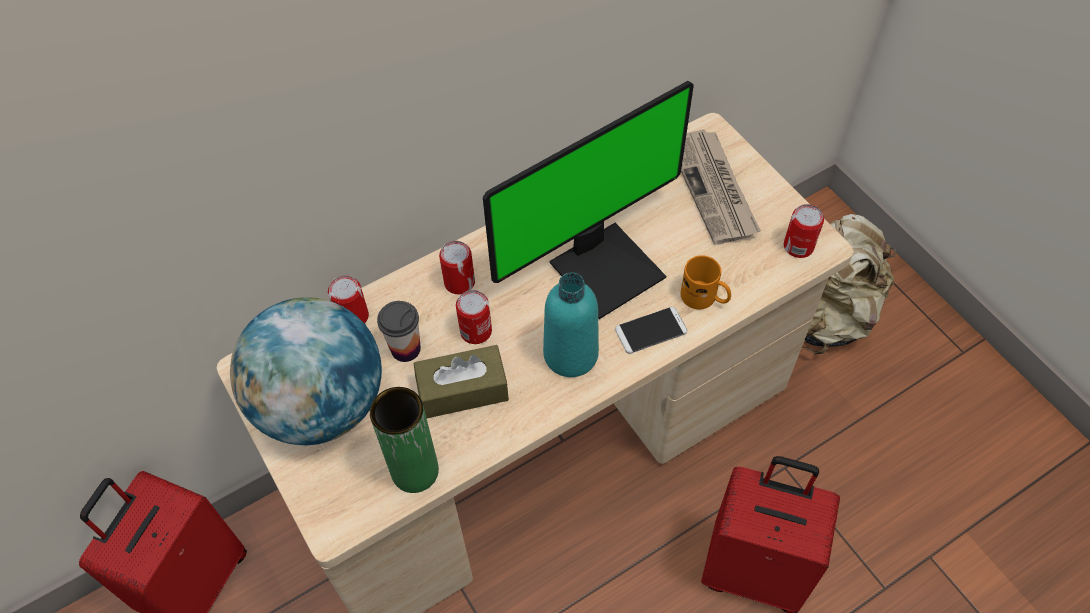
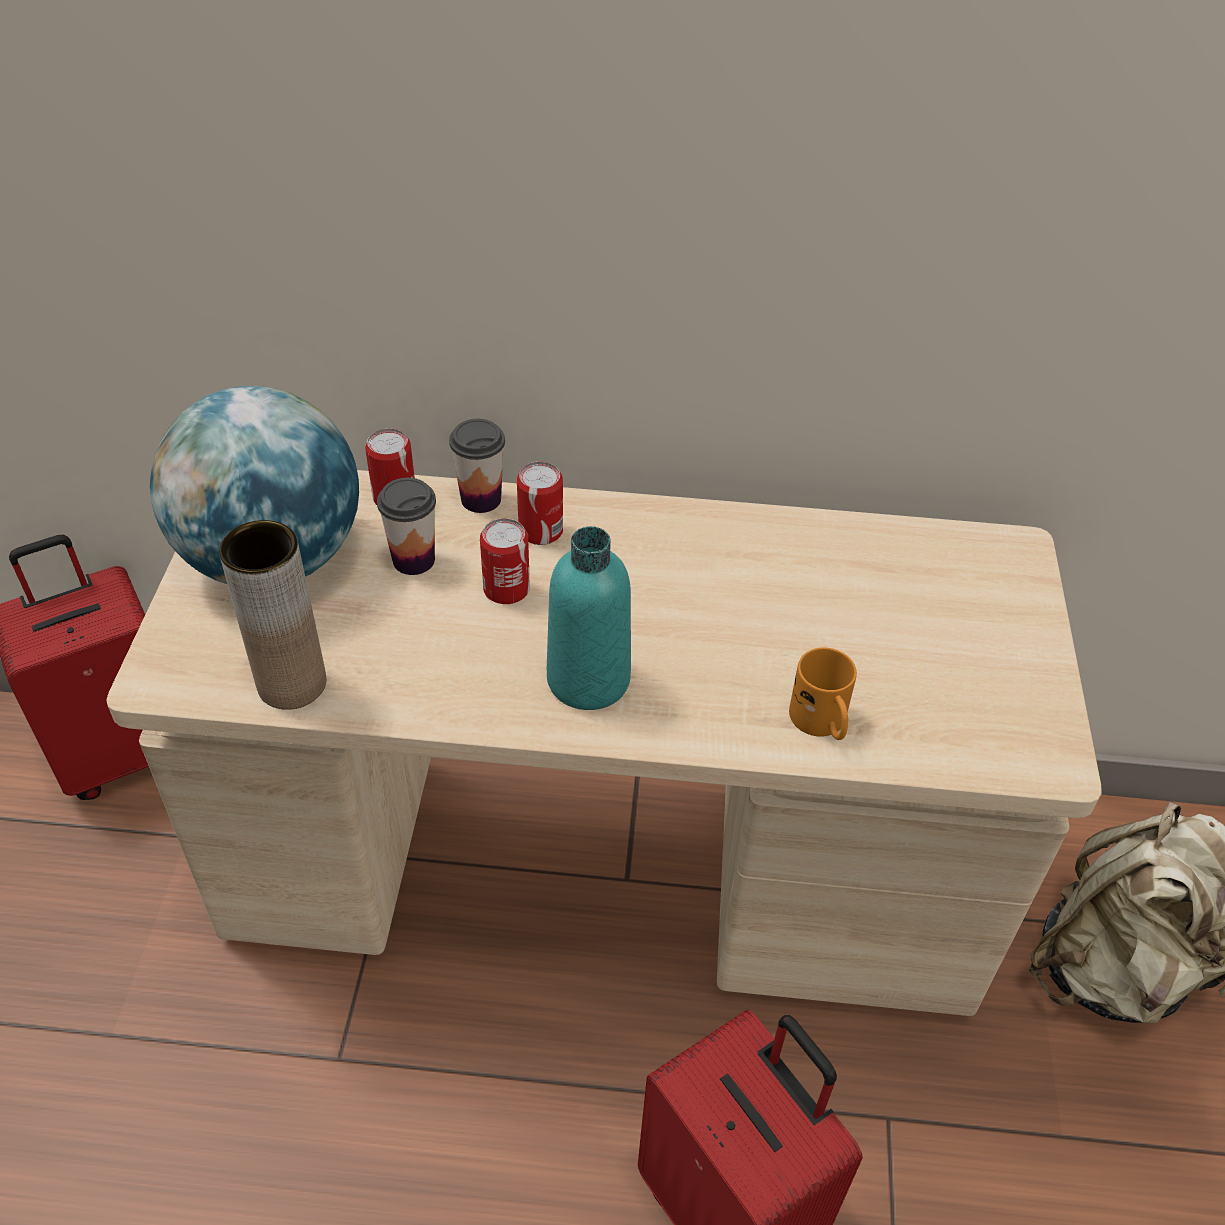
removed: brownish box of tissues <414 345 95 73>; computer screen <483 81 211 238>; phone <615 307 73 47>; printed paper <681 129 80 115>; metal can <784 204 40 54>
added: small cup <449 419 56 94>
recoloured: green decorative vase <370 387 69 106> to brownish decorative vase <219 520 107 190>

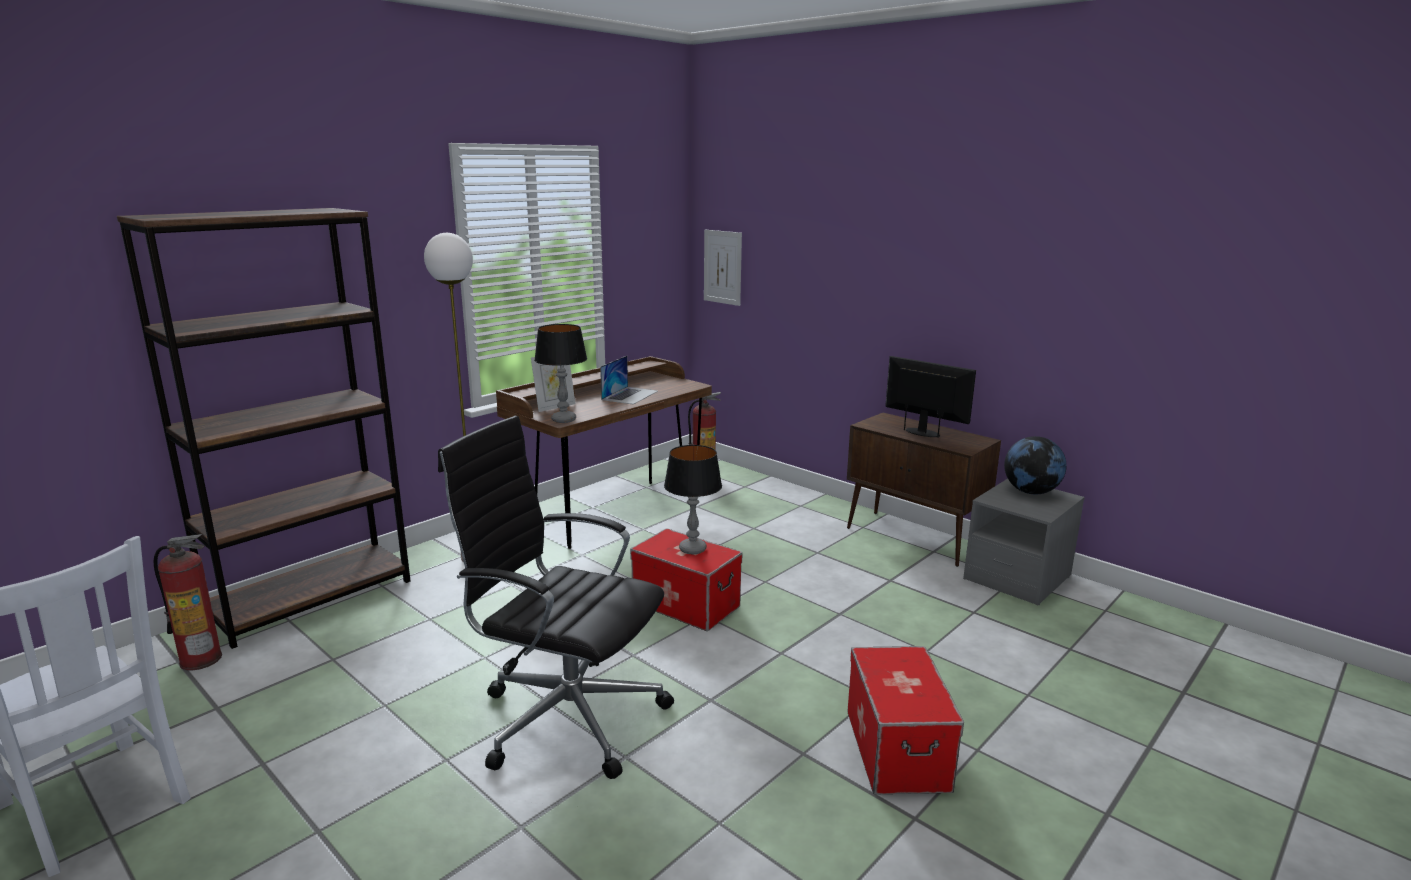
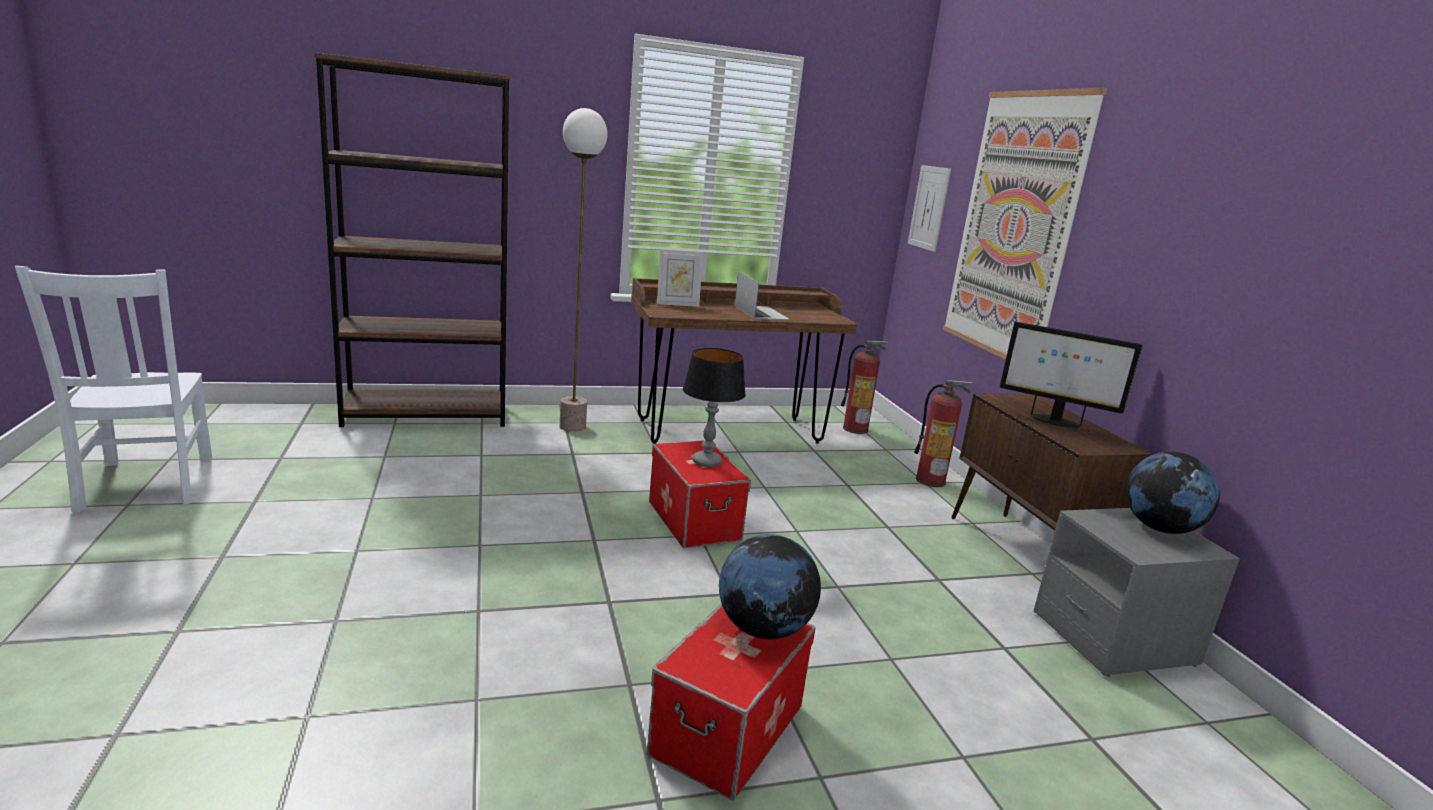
removed: black-coloured computer chair <438 415 236 364>; table lamp <534 324 53 99>
added: world globe <719 534 102 105>; picture <943 88 164 272>
moved: fire extinguisher <154 534 68 136> to <914 380 59 107>
turned: laptop <600 356 58 48> = <735 272 55 48> 75 degrees counterclockwise; computer screen <885 356 91 82> = <1000 322 142 106> 135 degrees clockwise

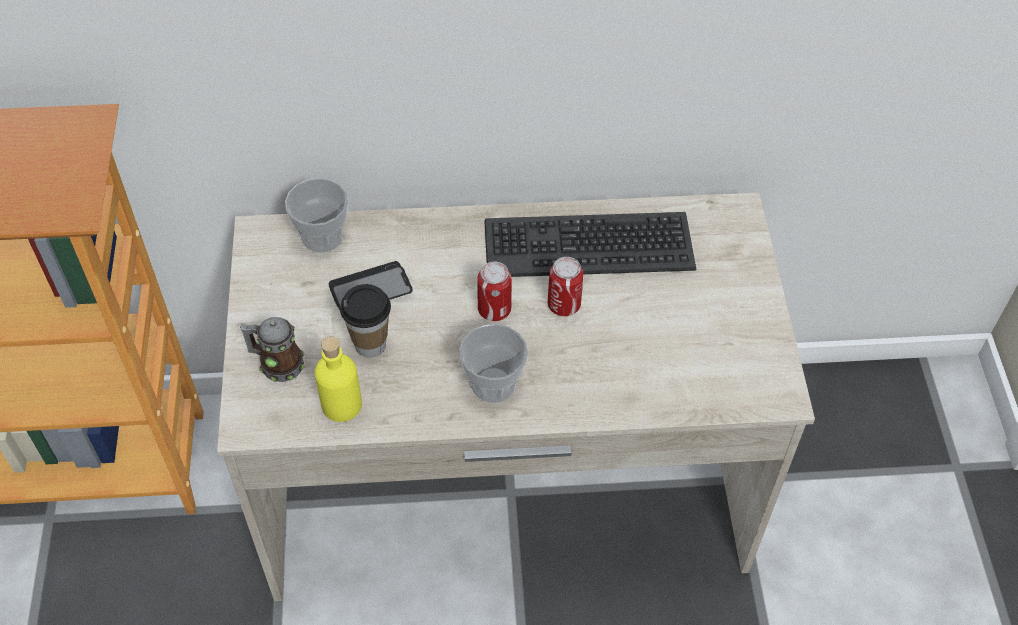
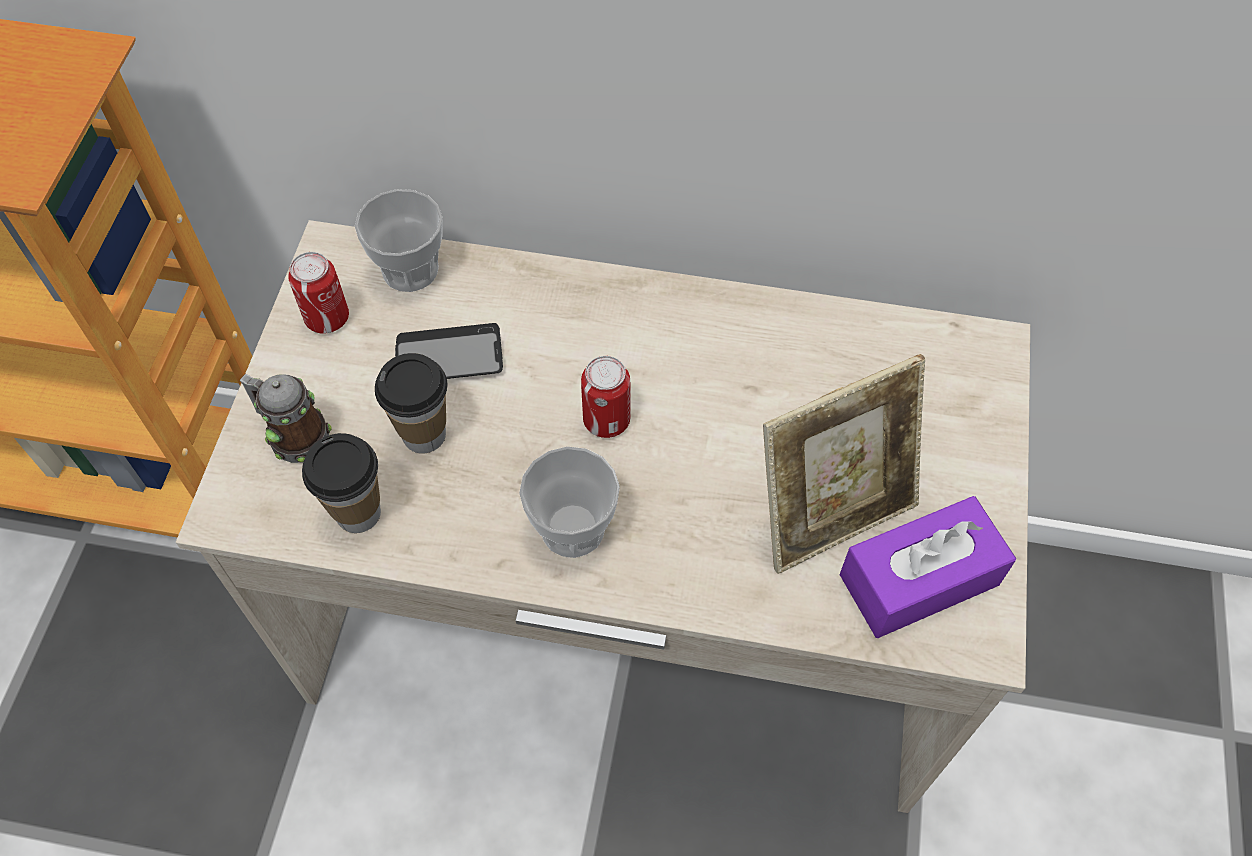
removed: PC keyboard <484 212 213 65>
added: photo frame <763 354 162 220>; purplish box of tissues <840 496 176 142>
moved: metal can <548 257 35 59> to <289 252 60 81>
replaced: yellowish beverage bottle <315 336 47 86> to small cup <302 433 79 100>

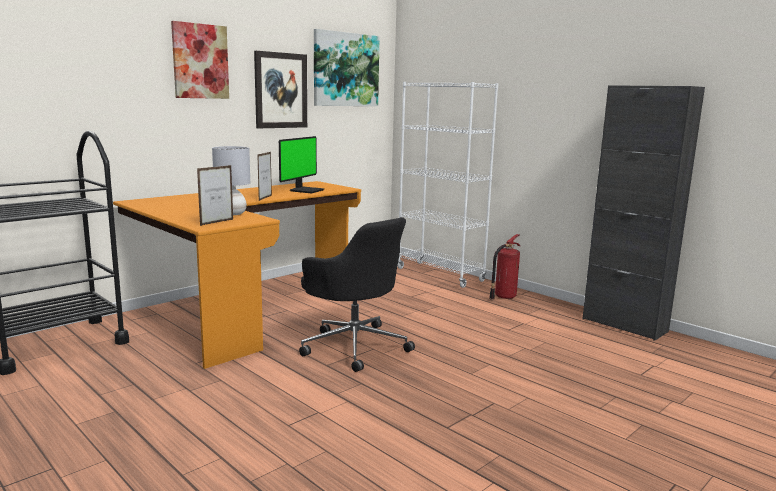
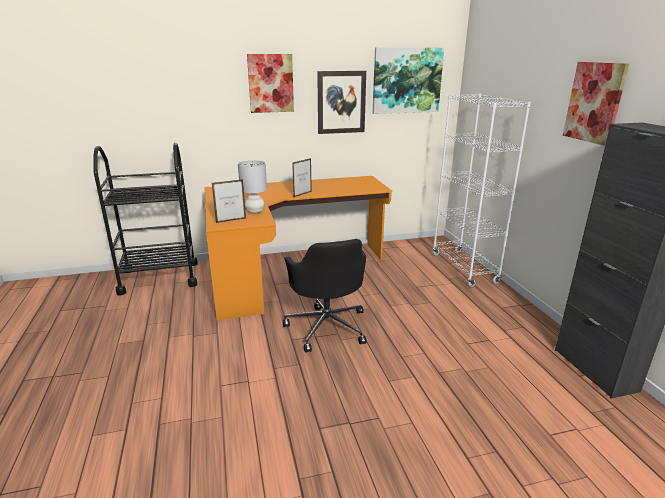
removed: computer screen <279 136 45 58>; fire extinguisher <489 234 31 66>
added: picture <563 62 66 84>

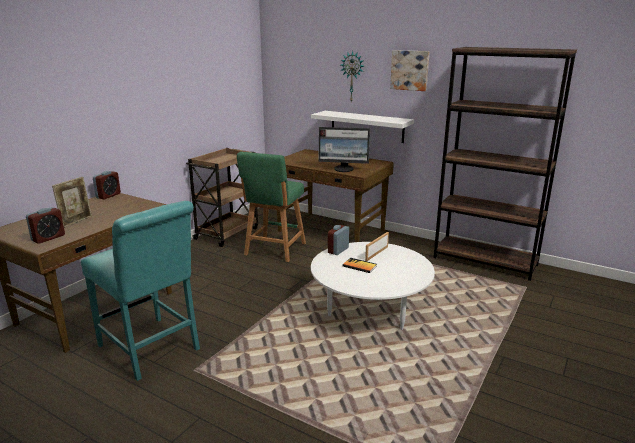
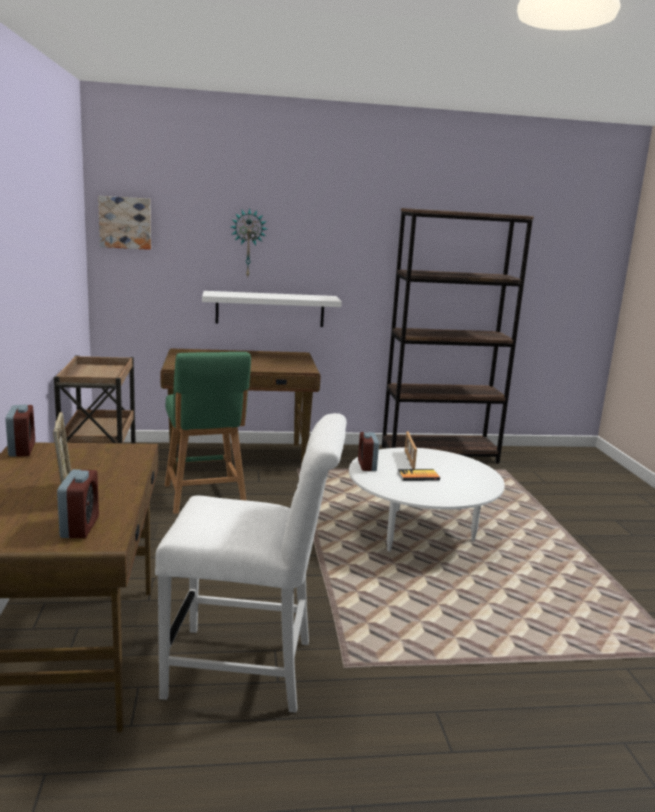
removed: computer screen <319 127 51 45>
moved: picture <390 50 40 41> to <98 196 53 54>
recoloured: turquoise chair <81 201 119 180> to white chair <155 413 192 300>

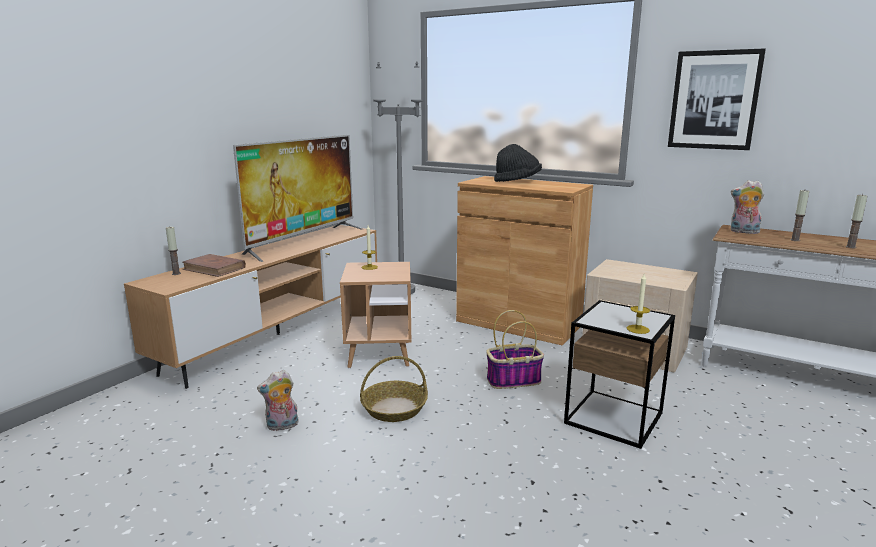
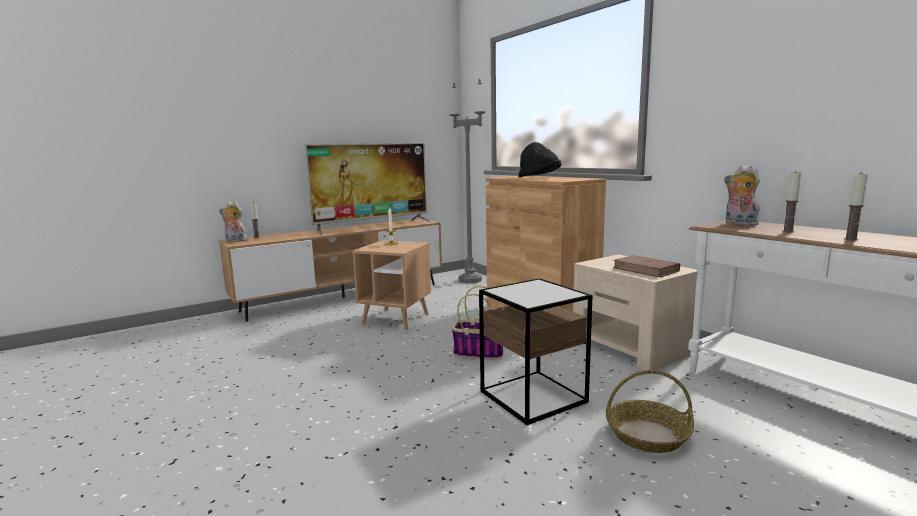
removed: wax candle <627 274 23 60>; picture <668 48 98 102>
moved: brownish book <183 254 63 23> to <613 255 67 22>; soft toy <257 370 42 61> to <219 201 28 41>; storage basket <360 356 68 66> to <606 370 88 83>

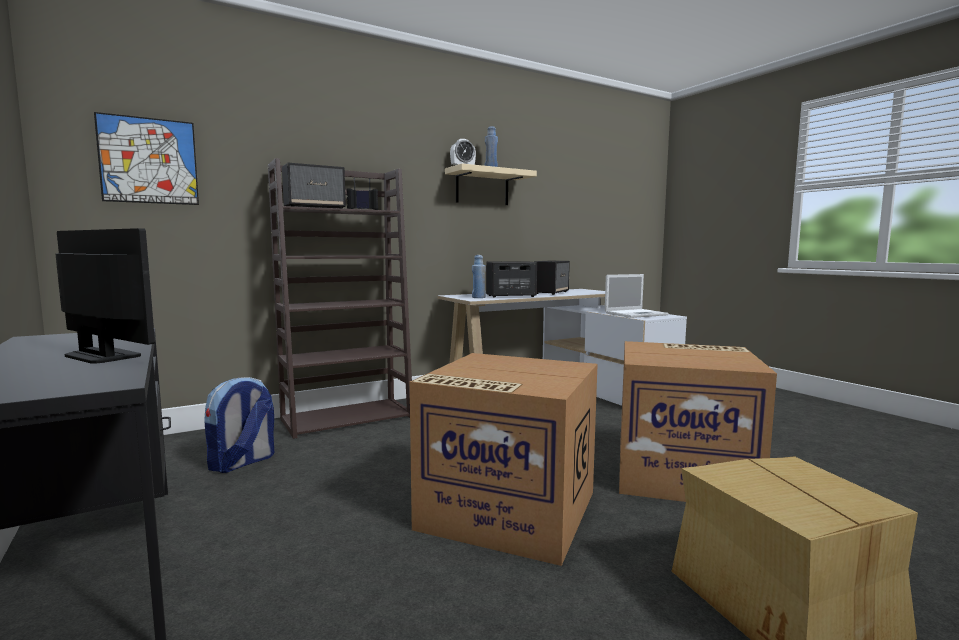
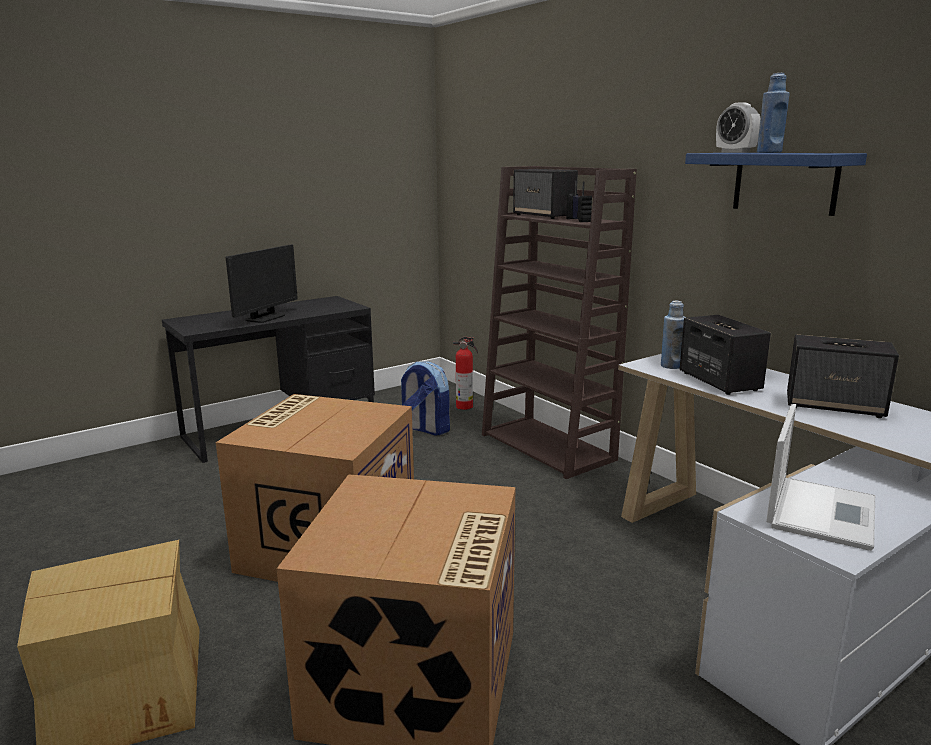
removed: picture <94 112 105 93>
added: fire extinguisher <453 337 25 73>
recoloured: beige-coloured wall shelf <445 164 92 41> to bluish wall shelf <685 153 182 63>
turned: laptop <605 274 64 44> = <766 404 109 147> 120 degrees counterclockwise

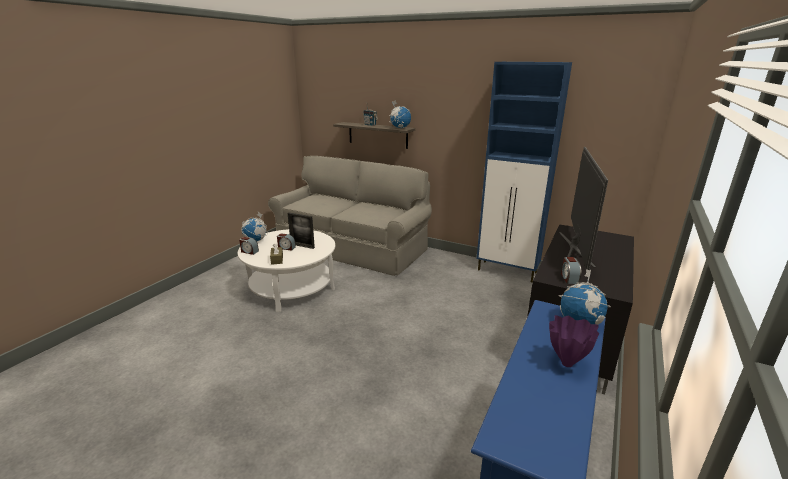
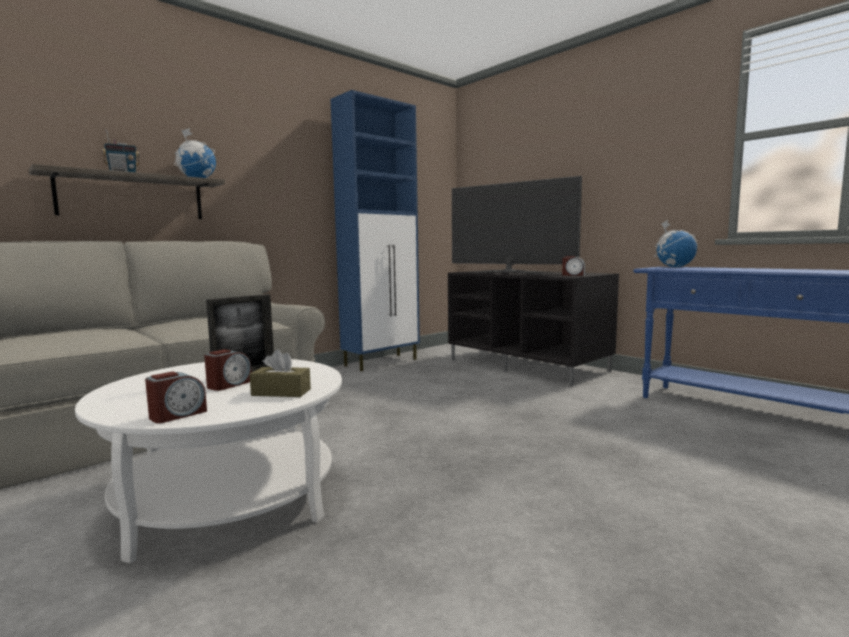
removed: world globe <241 212 27 29>; purplish decorative vase <549 315 50 52>

